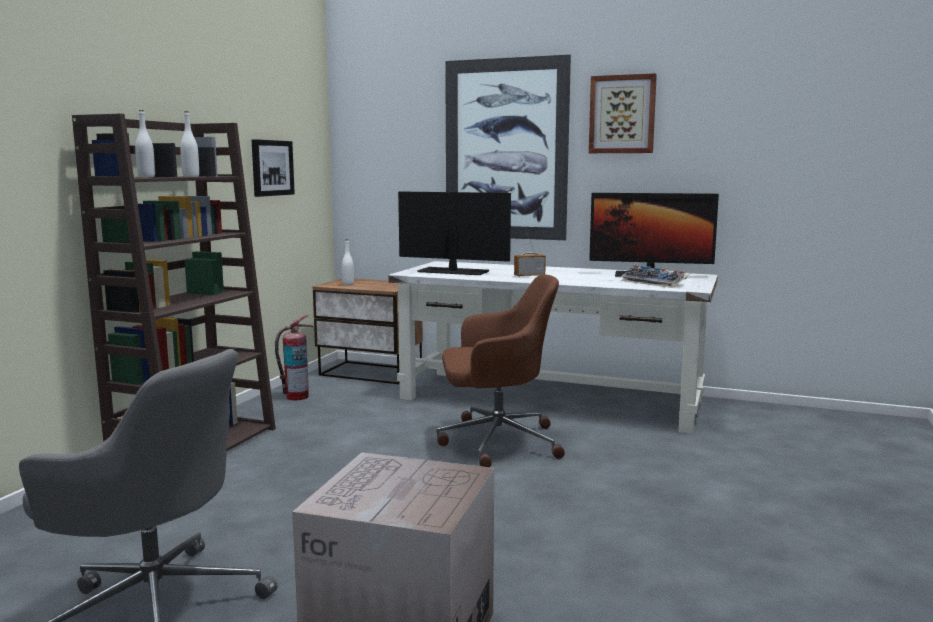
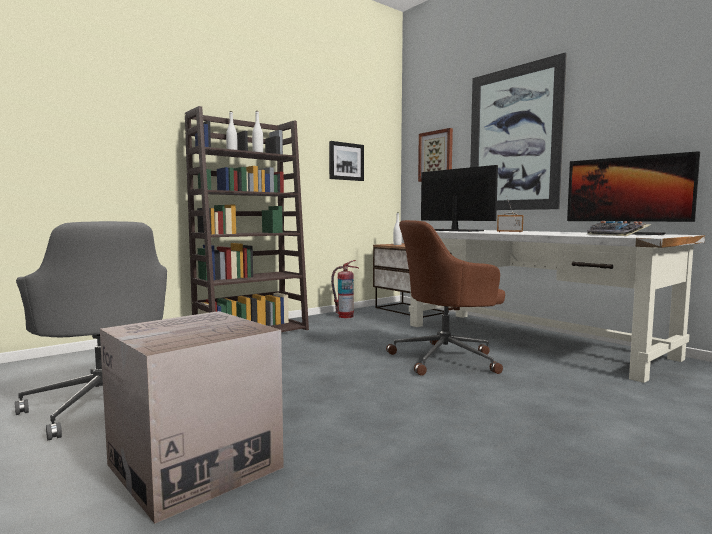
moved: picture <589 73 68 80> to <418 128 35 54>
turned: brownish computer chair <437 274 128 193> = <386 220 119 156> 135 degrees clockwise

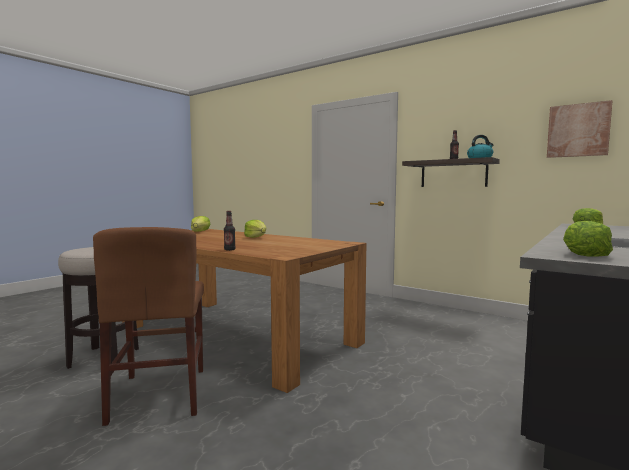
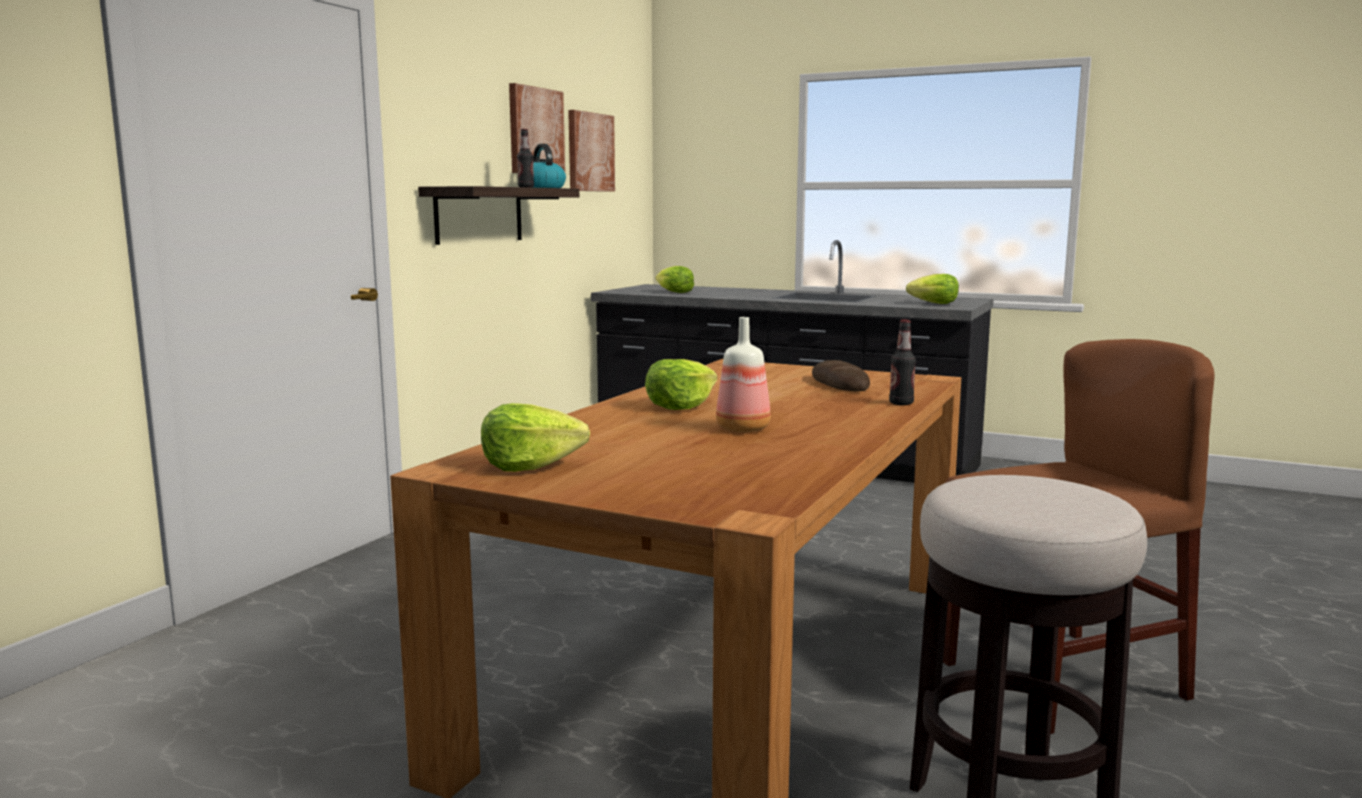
added: picture <509 83 56 90>; beverage bottle <716 317 55 115>; baked bread <812 360 58 31>

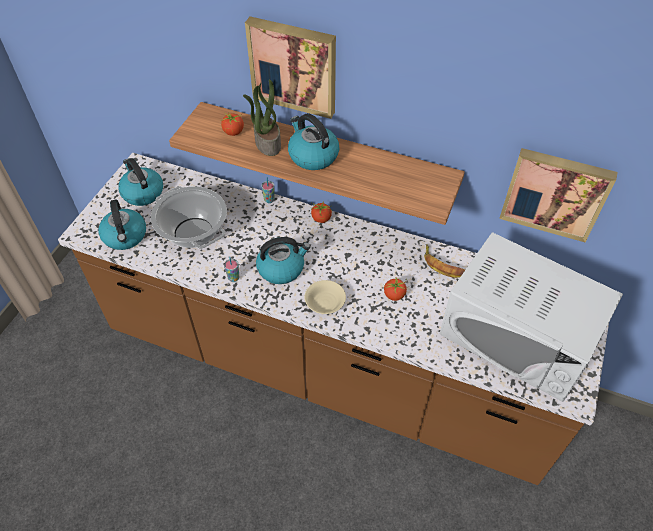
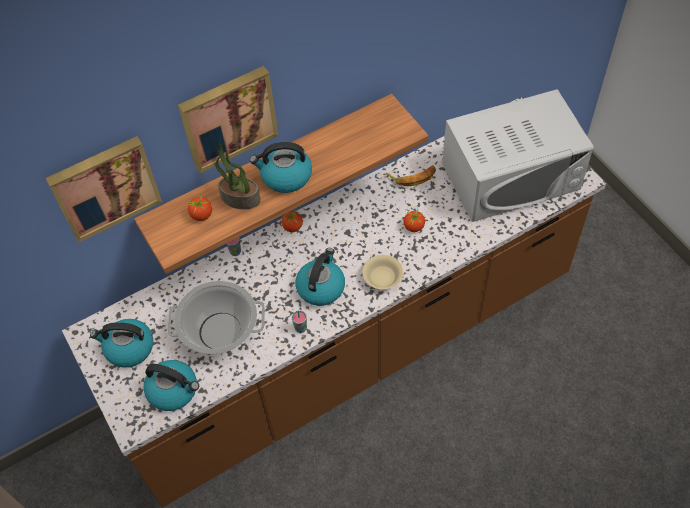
moved: picture <499 148 119 94> to <46 136 116 107>

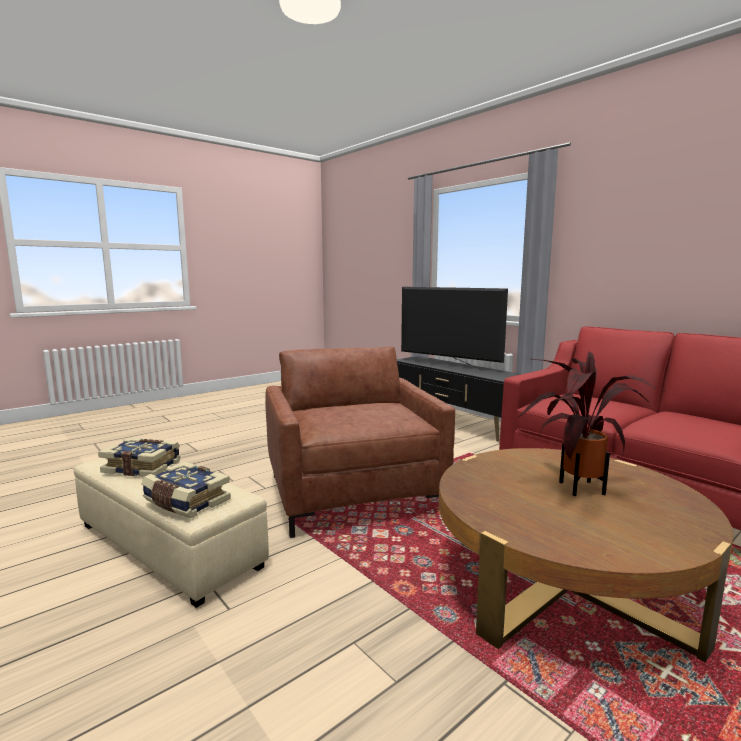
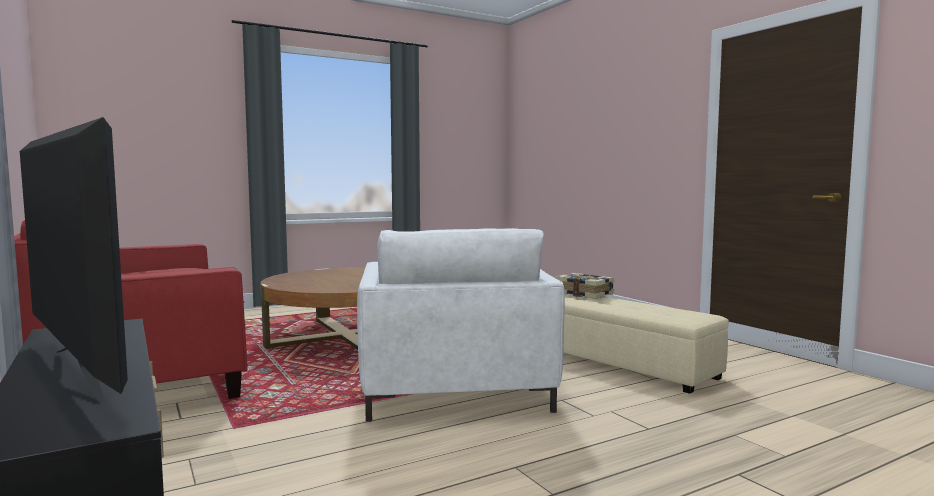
removed: book <98 438 83 39>; houseplant <517 352 139 144>
recoloured: brownish easy chair <265 346 190 192> to white easy chair <357 228 208 194>

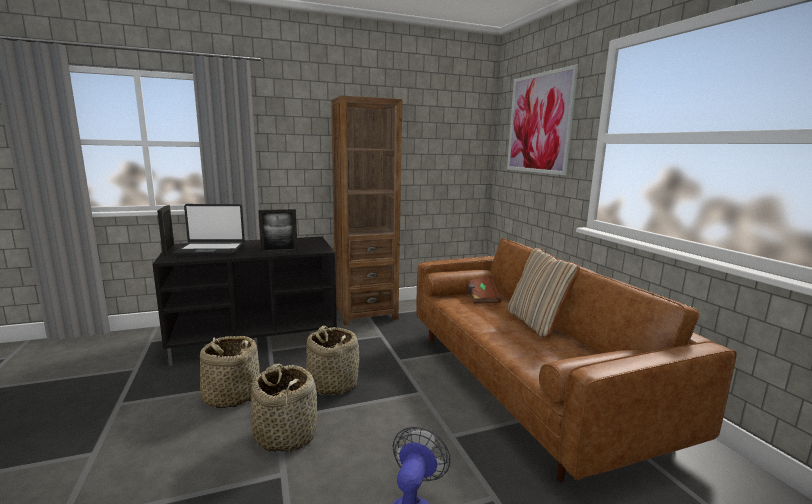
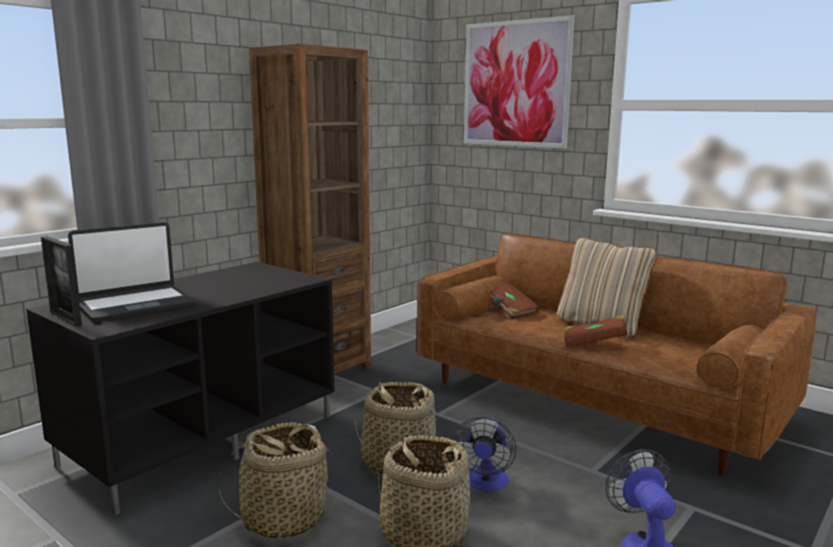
removed: photo frame <258 209 40 46>
added: cooling fan <454 417 63 74>; brownish book <565 315 62 32>

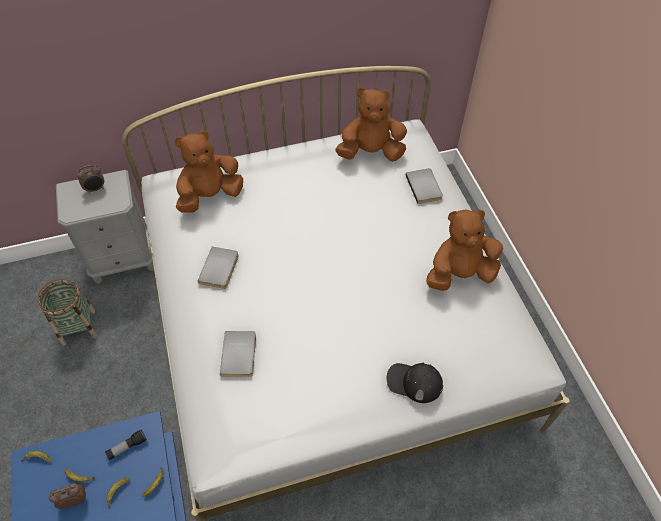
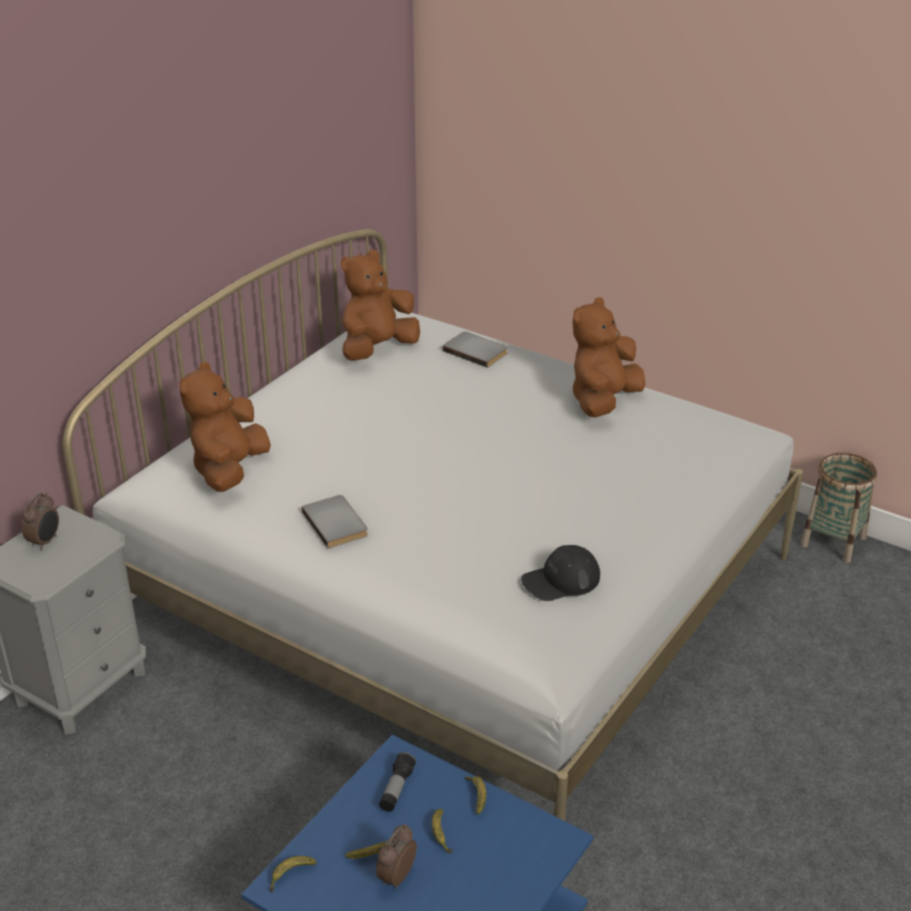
removed: grey book <220 331 36 46>
moved: storage basket <37 279 61 67> to <801 453 76 110>; black-coloured baseball cap <387 363 56 40> to <521 545 79 56>

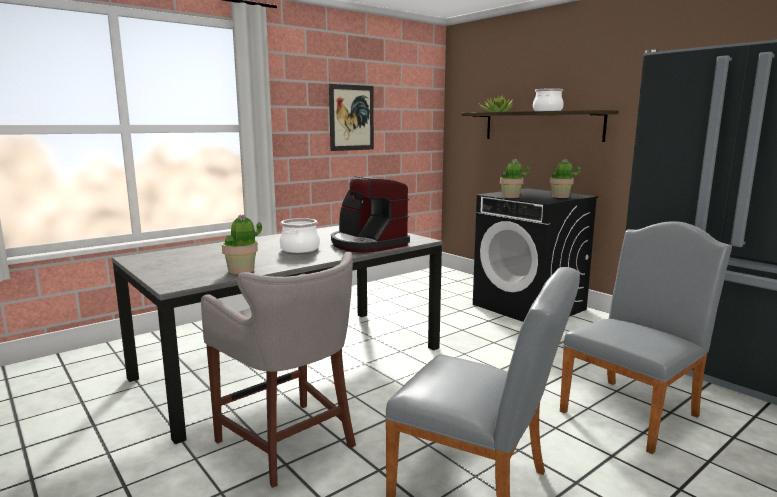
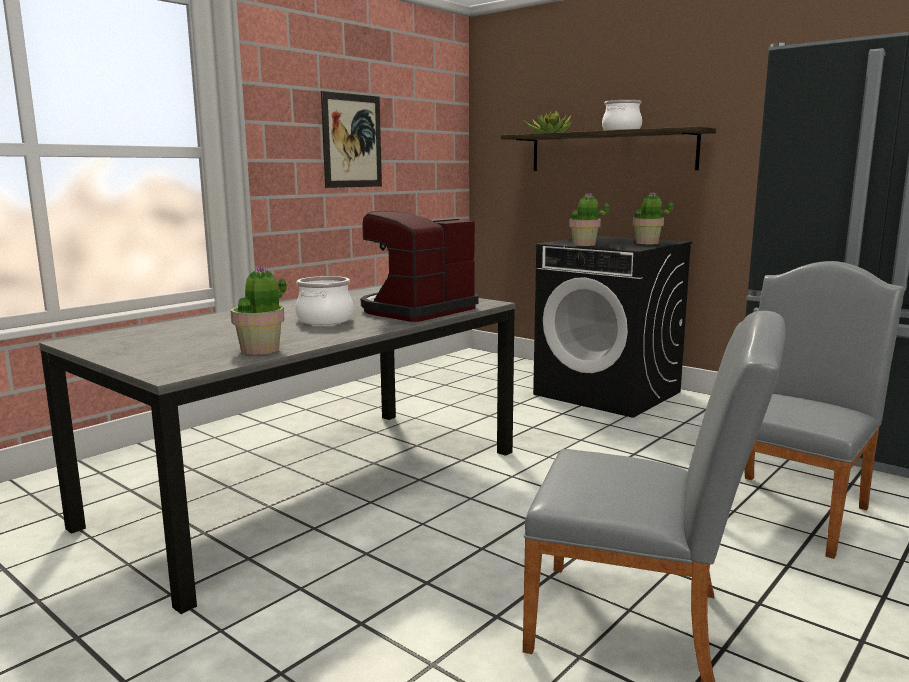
removed: grey sitting stool <201 252 155 236>
turned: coffee machine <331 176 79 77> = <361 211 117 111> 90 degrees clockwise

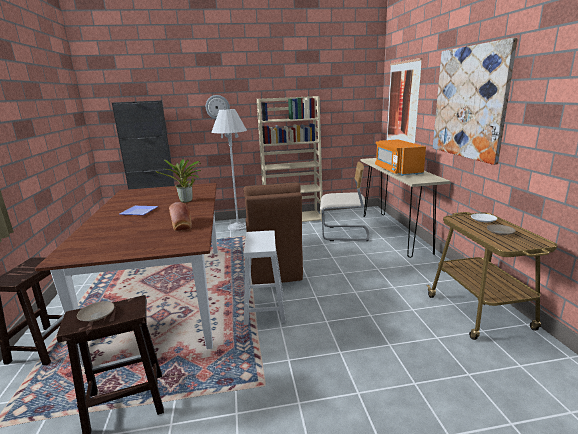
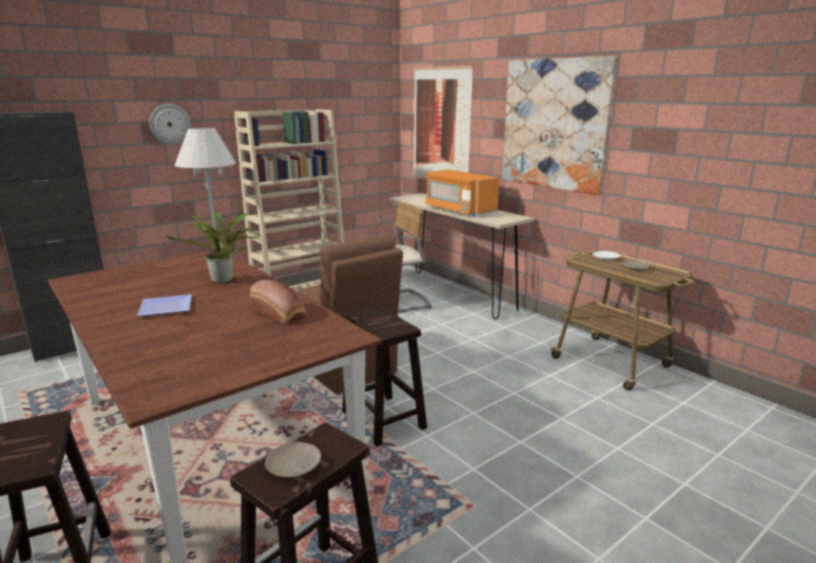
recoloured: white sitting stool <244 230 42 95> to brownish sitting stool <342 305 85 142>

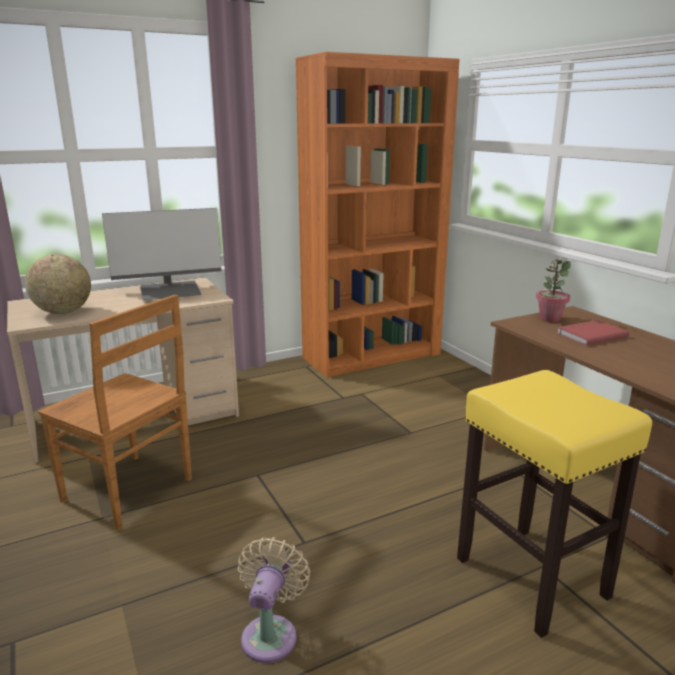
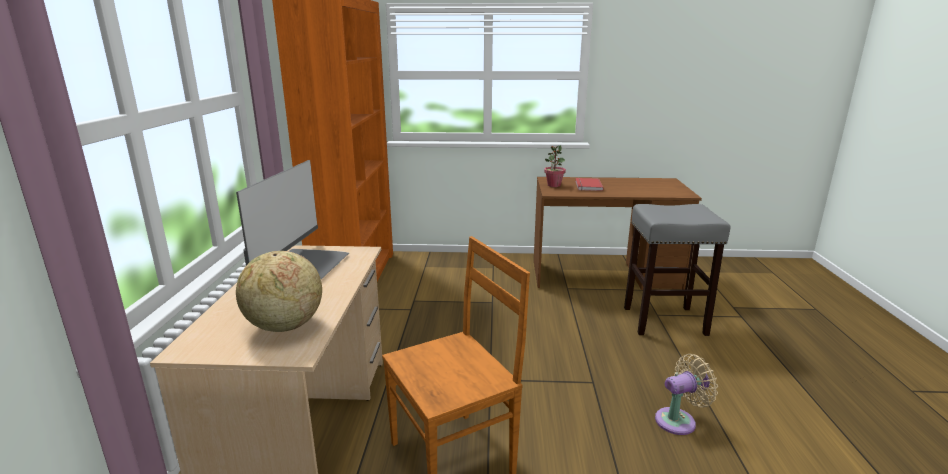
recoloured: yellowish sitting stool <457 370 195 268> to grey sitting stool <624 204 107 132>
turned: beige-coloured cooling fan <238 537 72 126> = <655 354 63 81> 120 degrees clockwise

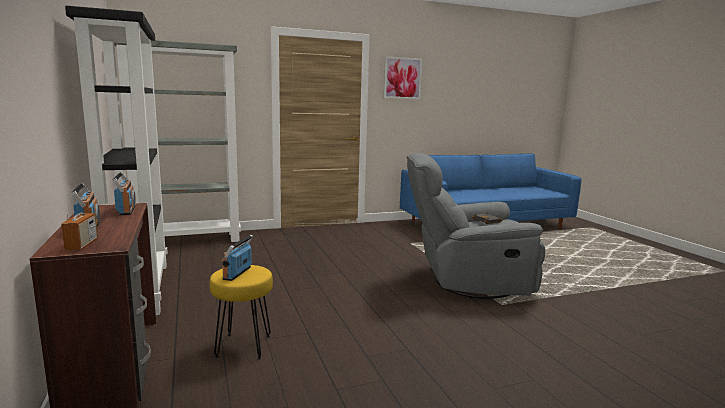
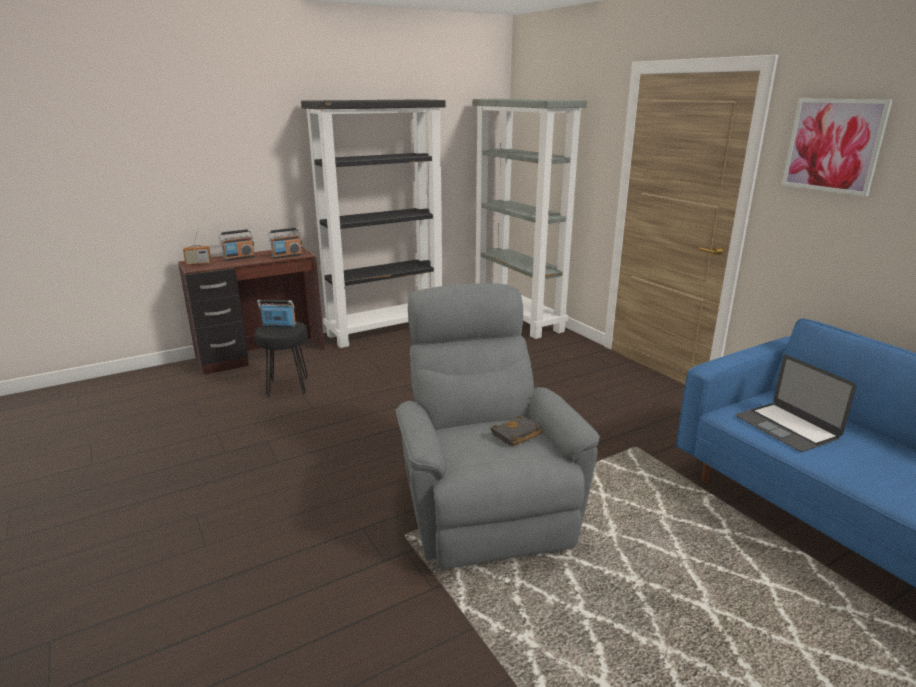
added: laptop <736 355 121 97>
recoloured: yellowish sitting stool <210 265 63 95> to black-coloured sitting stool <255 321 53 76>

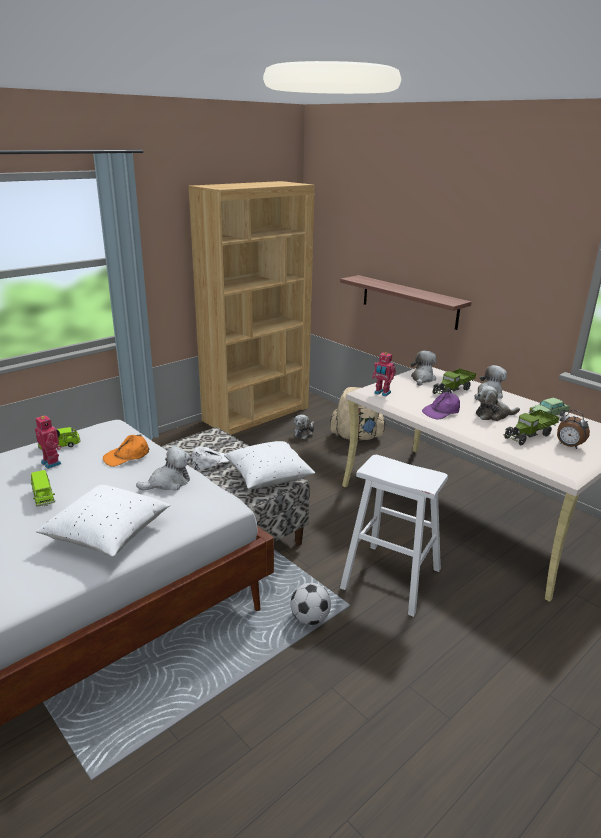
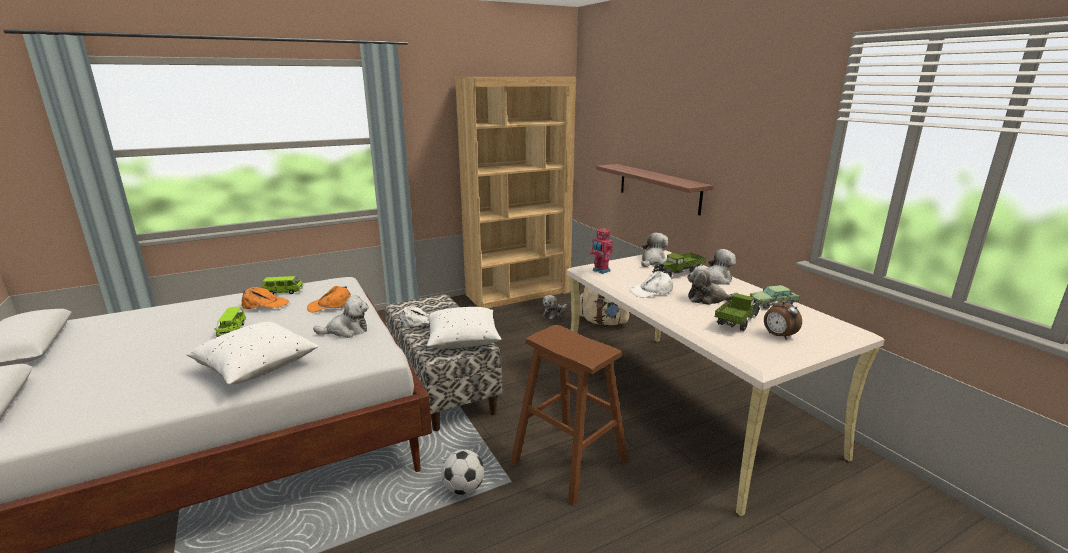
replaced: model robot <35 415 26 54> to orange-coloured baseball cap <241 287 48 22>
recoloured: white sitting stool <340 455 108 162> to brownish sitting stool <510 325 118 180>; purplish baseball cap <422 392 38 28> to white baseball cap <630 271 43 27>
turned: toy lorry <504 410 55 35> = <715 293 45 38> 150 degrees clockwise

